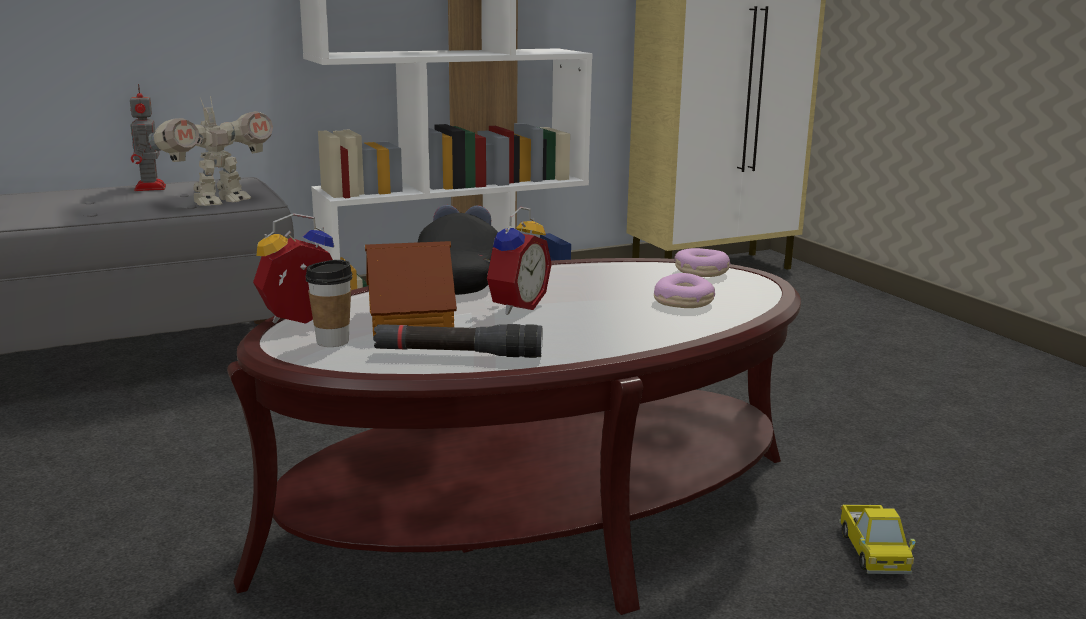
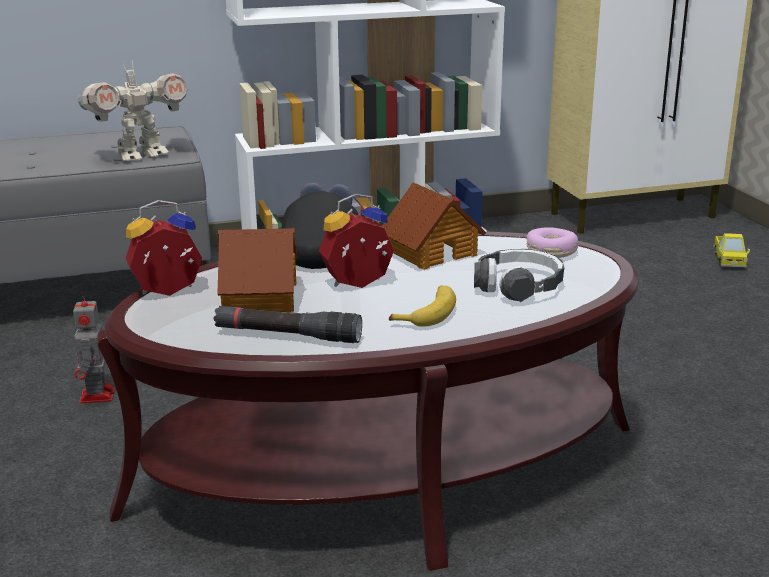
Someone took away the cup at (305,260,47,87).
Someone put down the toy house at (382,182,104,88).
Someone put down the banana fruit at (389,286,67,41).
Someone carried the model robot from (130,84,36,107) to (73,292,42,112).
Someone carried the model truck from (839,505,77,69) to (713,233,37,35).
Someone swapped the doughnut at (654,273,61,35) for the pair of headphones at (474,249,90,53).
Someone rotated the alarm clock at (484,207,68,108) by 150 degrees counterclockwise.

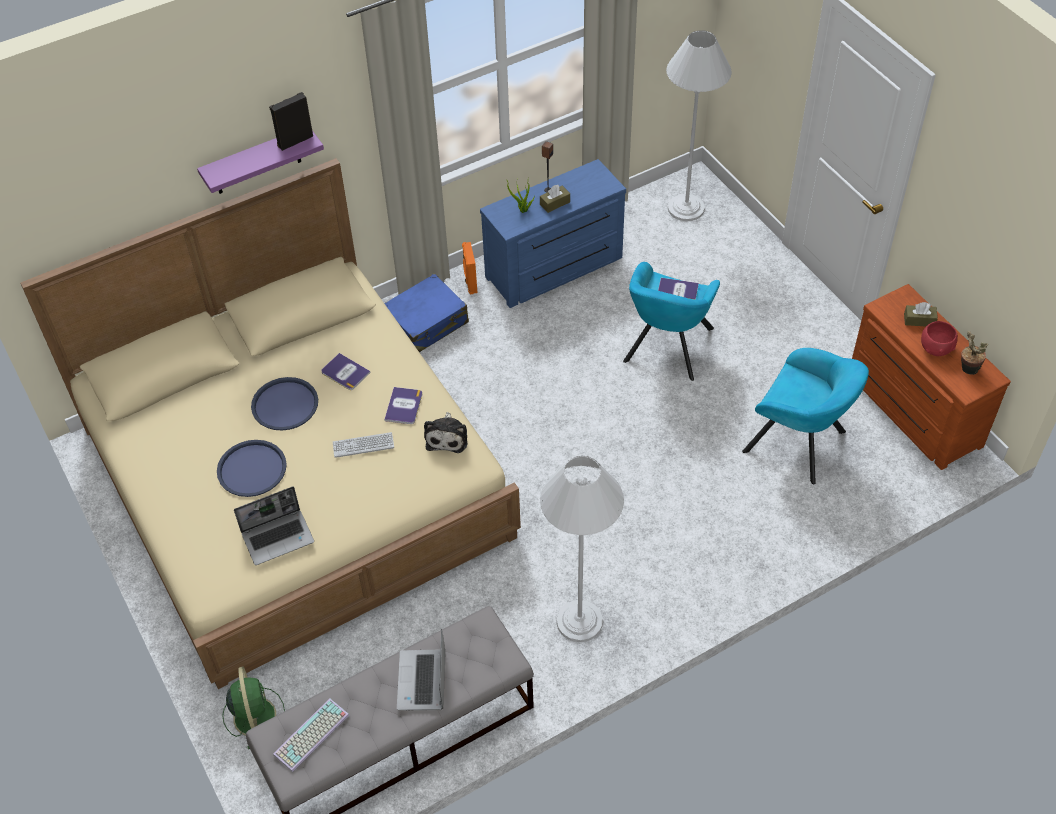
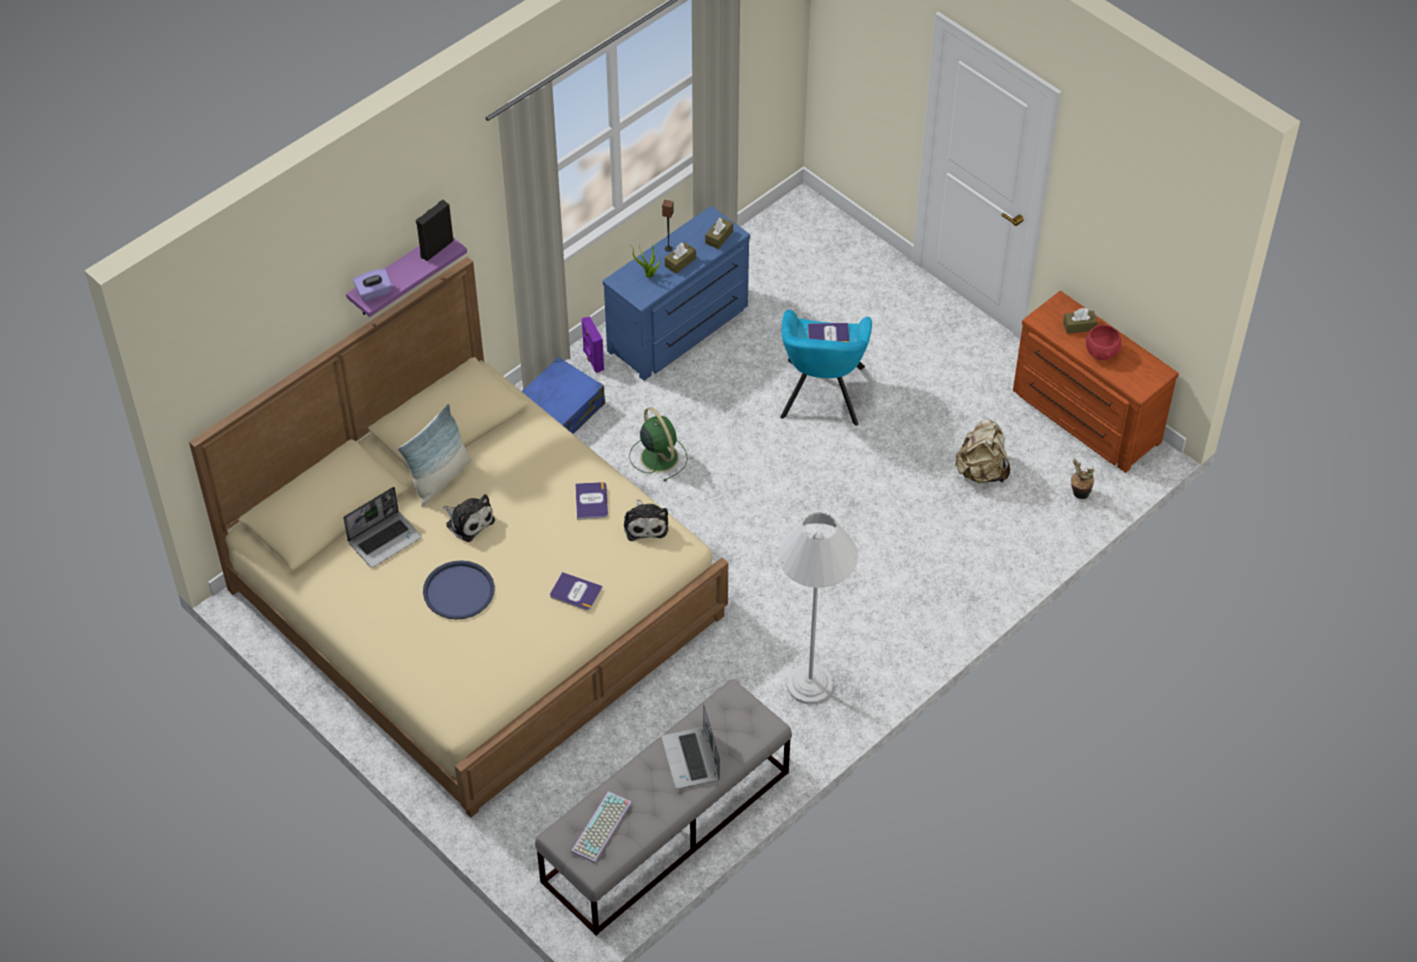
Someone took away the computer keyboard at (333,432,61,26).
Someone took away the floor lamp (white) at (666,30,66,191).
Someone put down the box of tissues (purple) at (353,269,39,33).
Someone put down the cushion at (398,404,75,103).
Someone put down the box of tissues (brown) at (705,217,28,32).
Someone carried the electric fan (green) from (222,667,63,82) to (629,407,59,75).
Someone carried the notebook computer from (234,486,80,79) to (343,487,79,81).
Someone carried the bound book from (321,353,50,37) to (550,572,53,39).
Someone carried the houseplant from (961,331,27,44) to (1071,459,23,40).
Someone swapped the tray (blue) at (251,377,67,54) for the cuddly toy at (443,494,52,48).
Someone swapped the lounge chair (blue-green) at (742,348,127,136) for the backpack (beige-coloured) at (954,419,56,64).
Someone repainted the loudspeaker (orangey) at (462,242,15,53), which became the loudspeaker (purple) at (581,316,23,57).

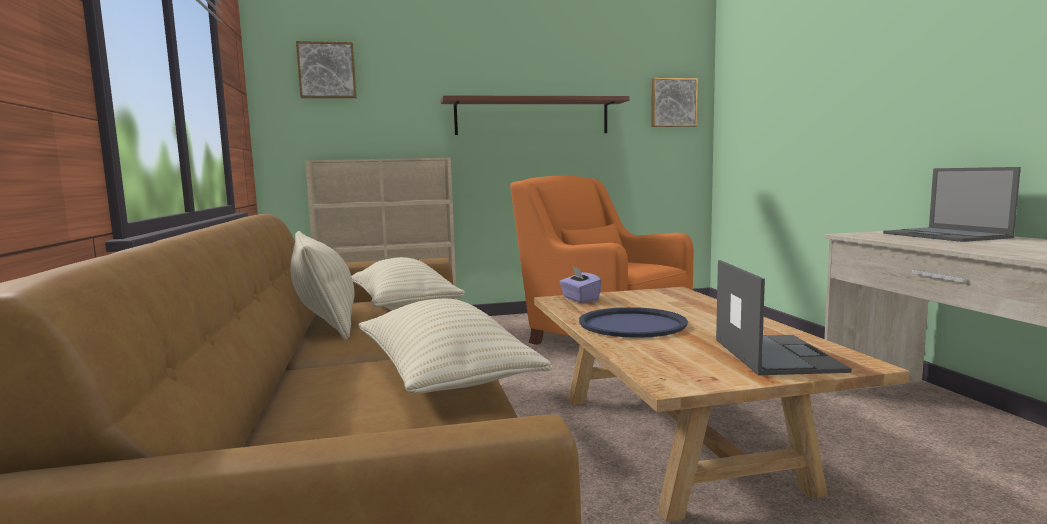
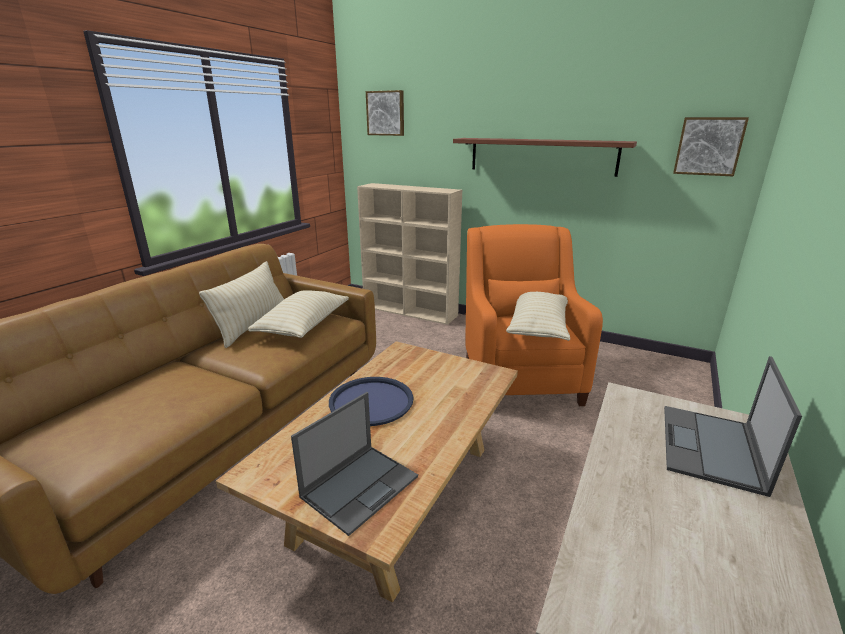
Someone took away the box of tissues (purple) at (559,266,43,37).
Someone carried the cushion (beige-coloured) from (359,299,194,95) to (506,292,64,49).

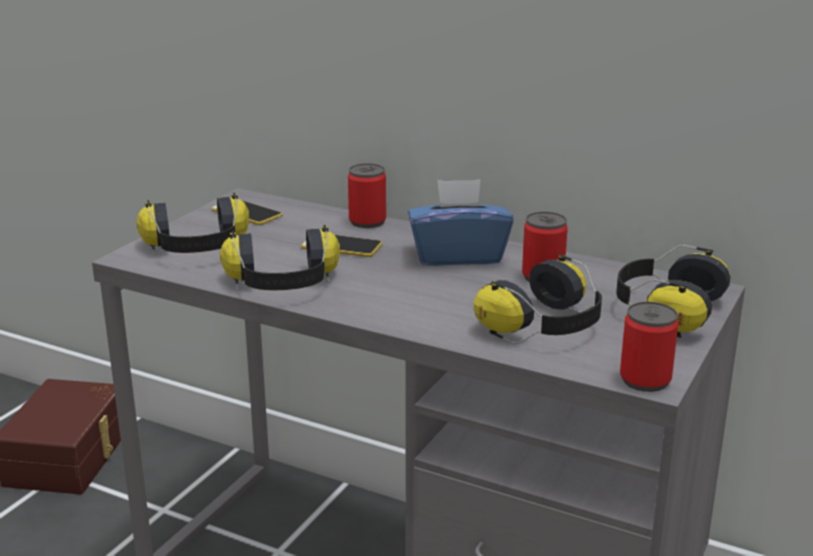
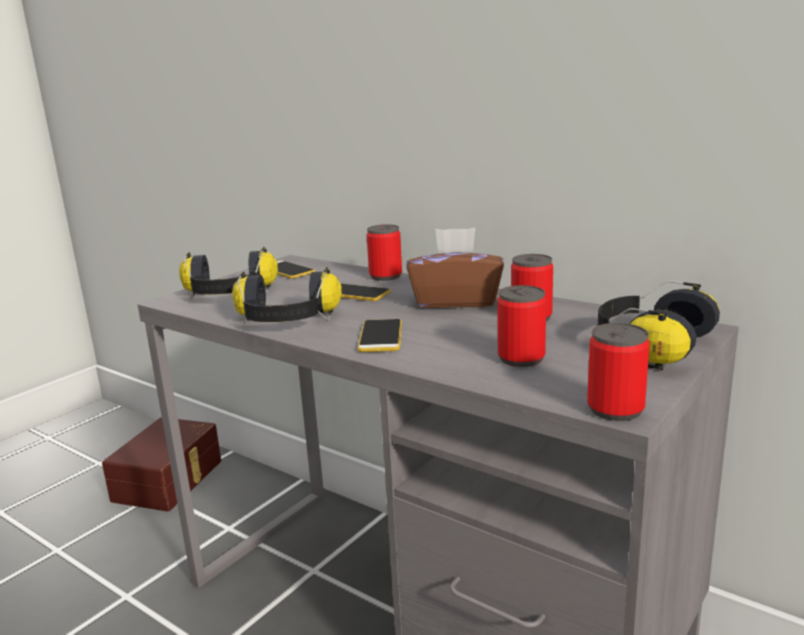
Someone put down the telephone at (357,319,45,33).
Someone swapped the pair of headphones at (474,254,128,90) for the metal can at (497,285,49,82).
Someone repainted the box of tissues (blue) at (408,179,106,87), which became the box of tissues (brown) at (406,228,98,80).

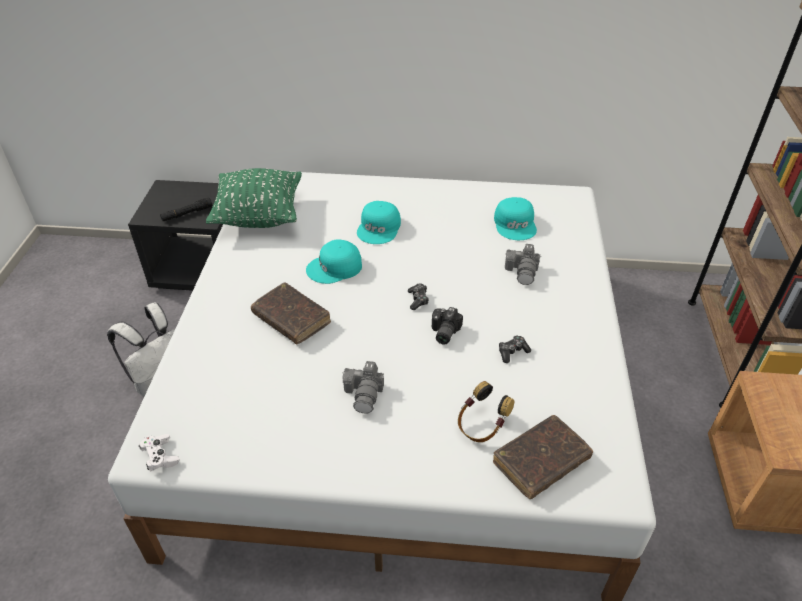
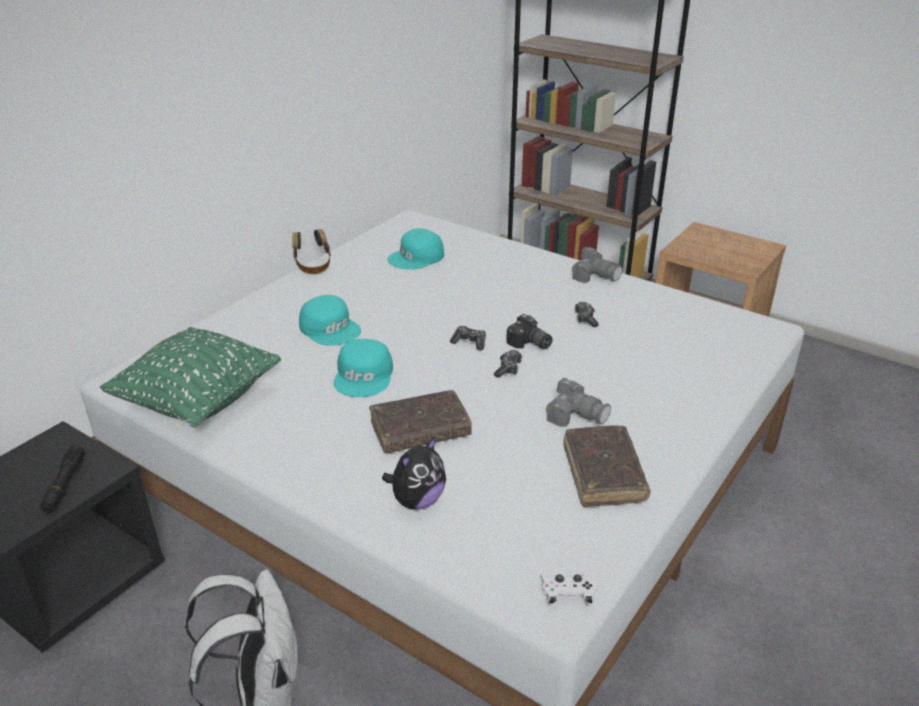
Someone put down the cuddly toy at (382,437,64,73).
Someone put down the game controller at (494,350,28,28).
Someone carried the pair of headphones from (458,381,56,61) to (292,229,39,45).
Someone carried the bound book (brown) from (493,415,100,84) to (563,425,87,82).
Someone carried the photo camera from (505,244,35,41) to (572,247,51,36).
Someone rotated the baseball cap (blue-green) at (494,197,43,43) by 120 degrees clockwise.

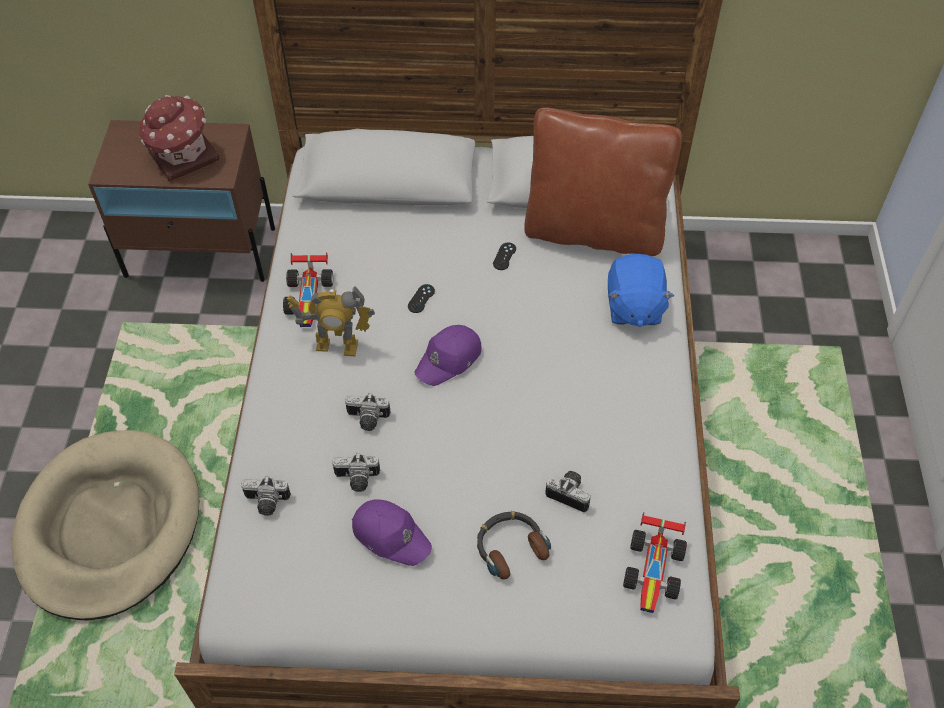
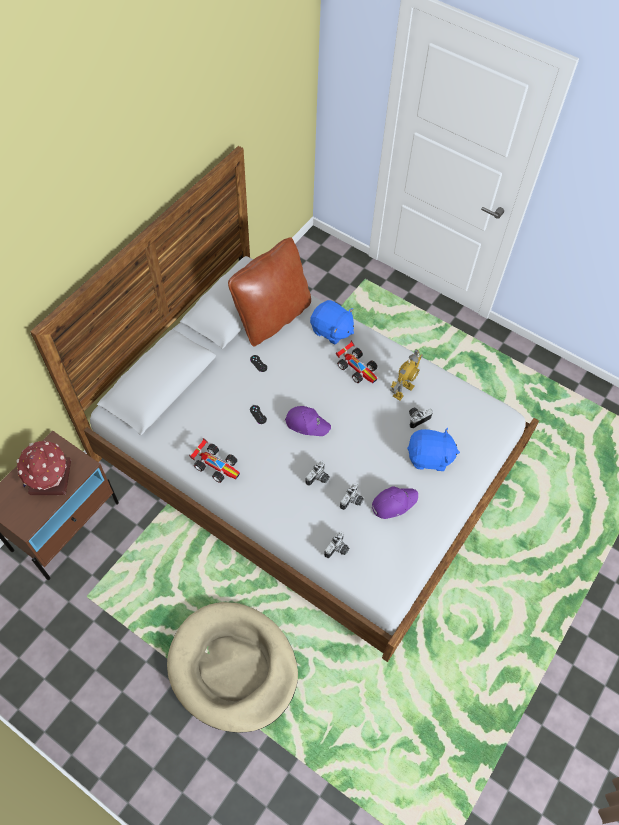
Someone carried the model robot from (287,286,88,70) to (390,349,33,52).
Someone carried the miniature car from (623,512,64,101) to (336,341,42,42).
Someone swapped the pair of headphones at (477,511,74,68) for the cuddly toy (blue) at (407,428,53,43).
Someone rotated the baseball cap (purple) at (414,325,67,61) by 60 degrees counterclockwise.

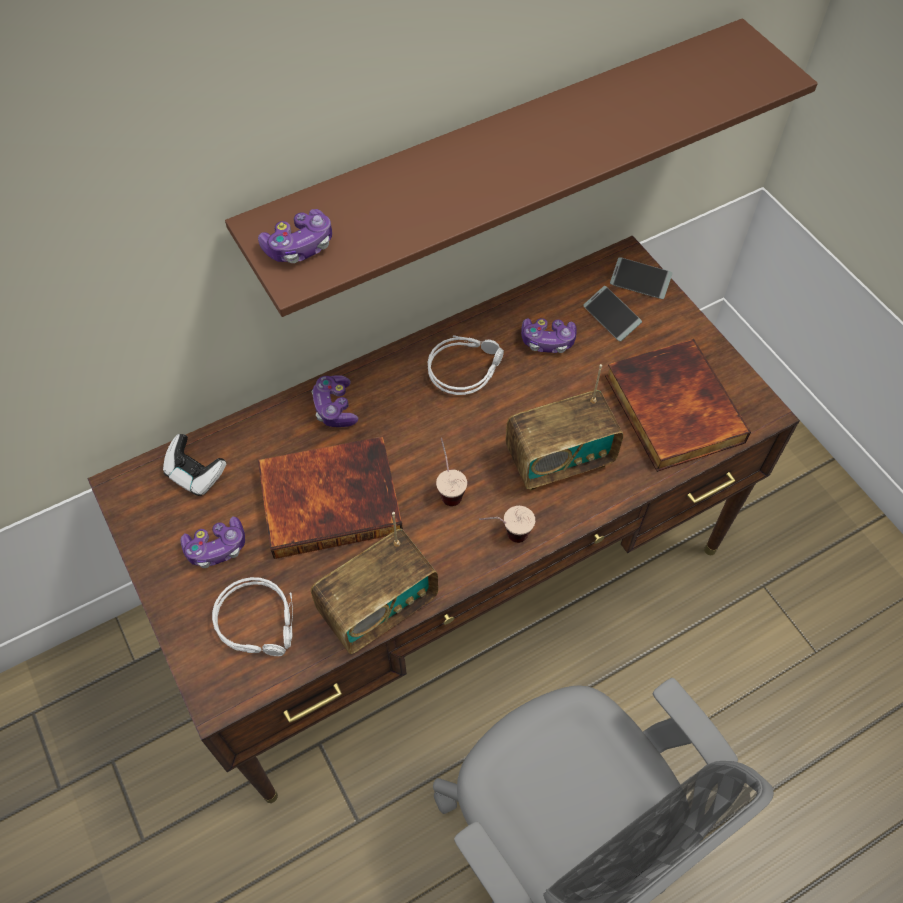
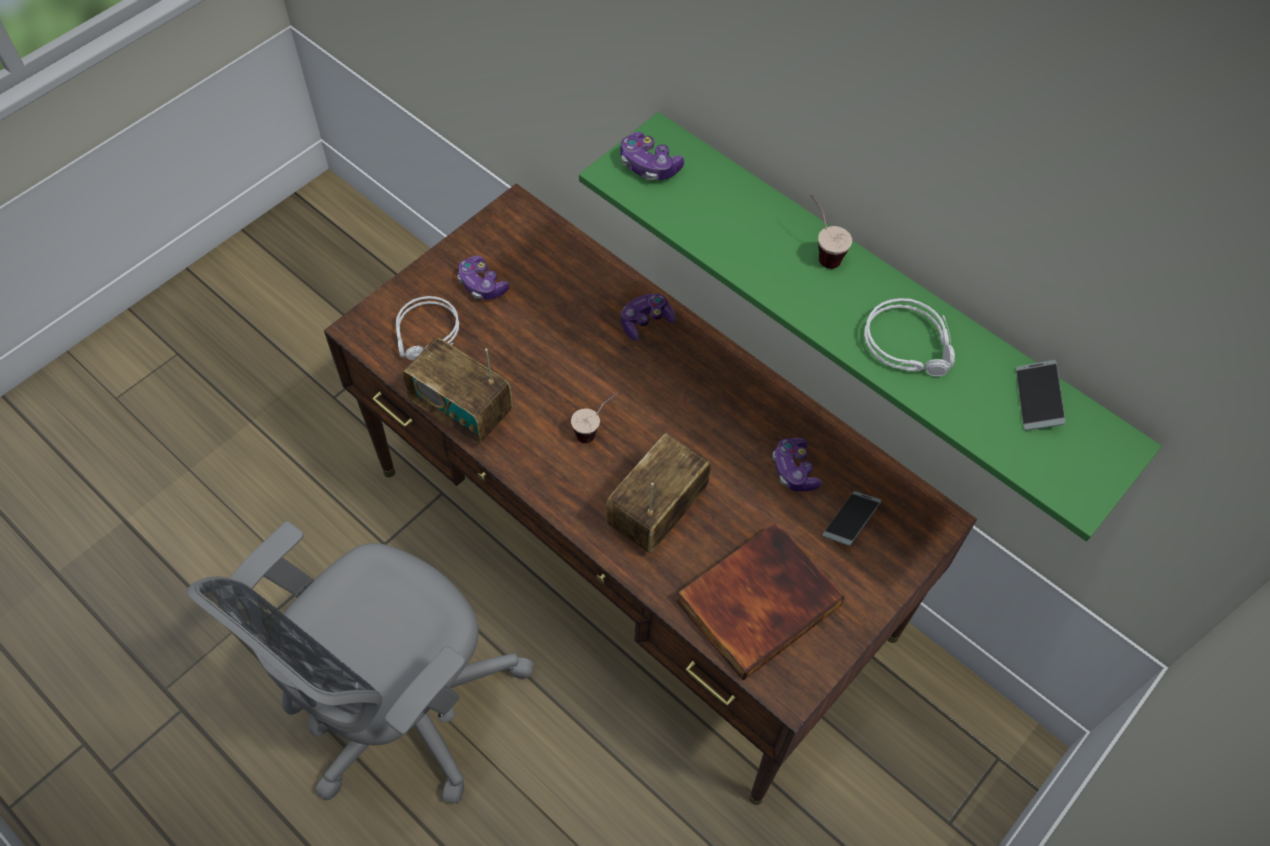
Someone took away the game controller at (163,434,63,62).
Someone took away the bound book at (258,436,145,123).
Someone carried the pair of headphones (gray) from (428,335,76,60) to (864,298,91,79).
Someone carried the cup from (479,506,56,37) to (811,194,41,75).
Someone carried the telephone from (610,257,63,42) to (1016,360,50,71).
Someone repainted the shelf (brown) at (225,18,593,299), which became the shelf (green) at (579,112,583,429).
Someone rotated the radio receiver at (505,364,118,127) by 75 degrees clockwise.

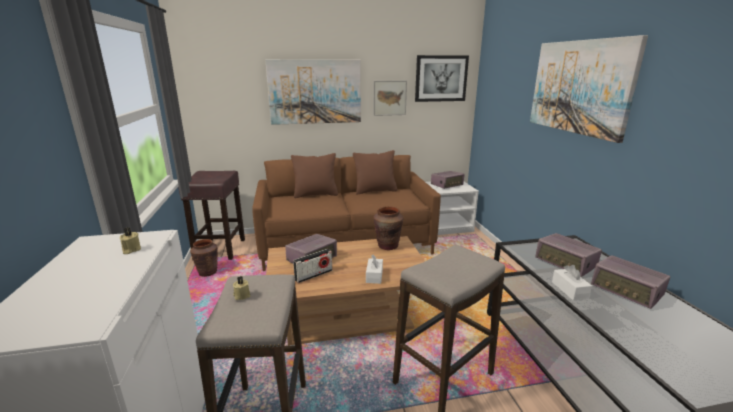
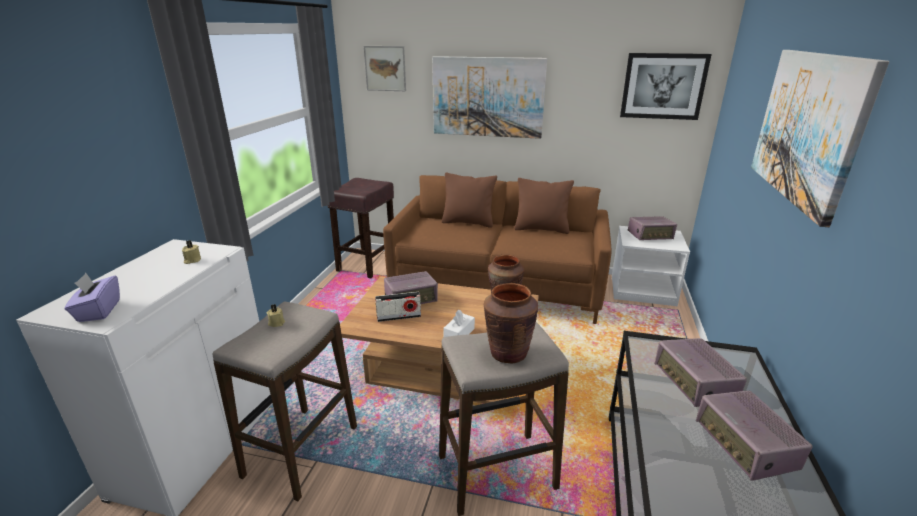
Someone took away the box of tissues (white) at (552,265,40,35).
Someone put down the box of tissues (purple) at (64,273,56,49).
Someone carried the decorative vase (brown) from (190,239,28,38) to (484,283,54,80).
Someone carried the wall art from (374,81,33,35) to (364,46,42,45).

